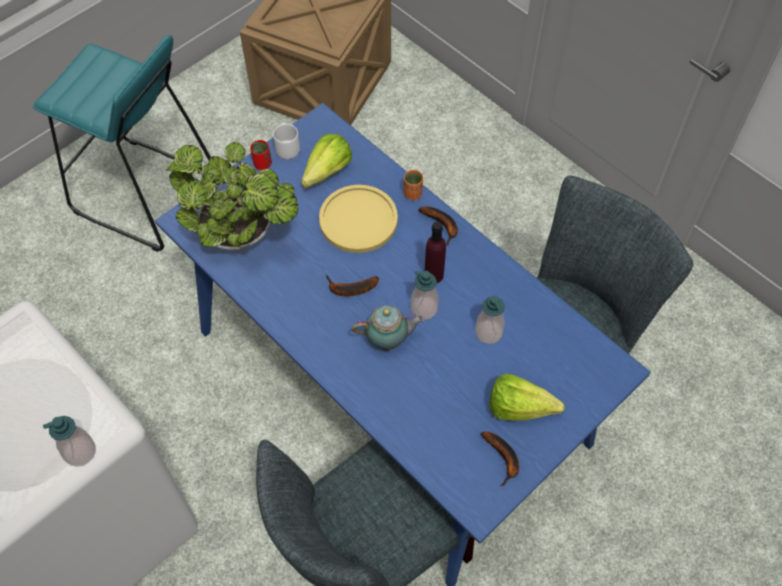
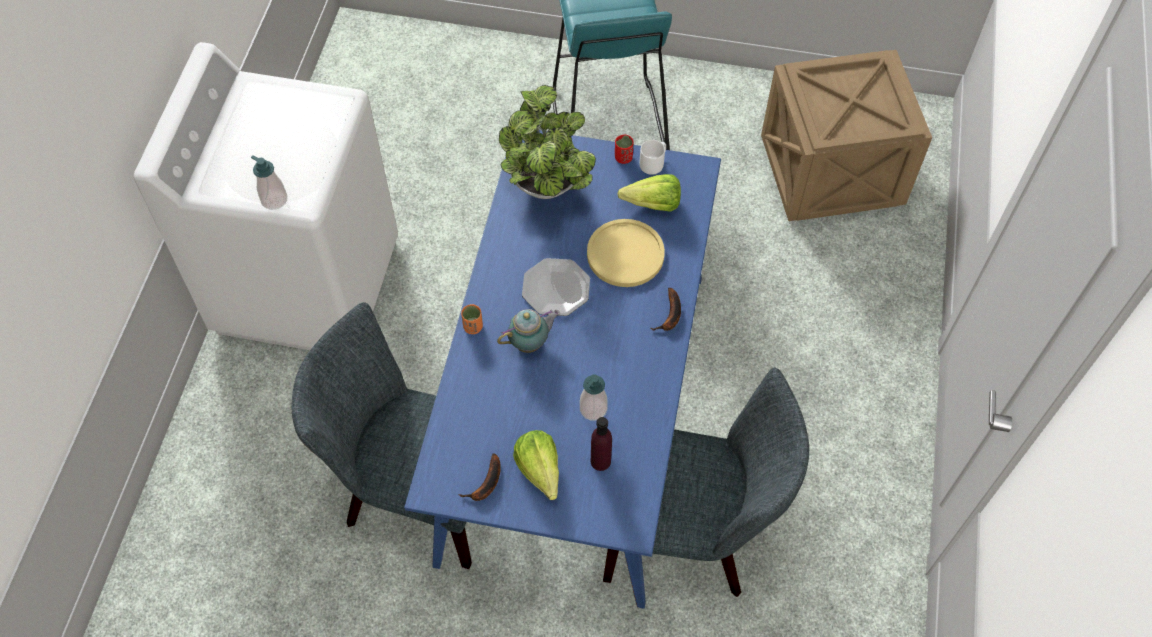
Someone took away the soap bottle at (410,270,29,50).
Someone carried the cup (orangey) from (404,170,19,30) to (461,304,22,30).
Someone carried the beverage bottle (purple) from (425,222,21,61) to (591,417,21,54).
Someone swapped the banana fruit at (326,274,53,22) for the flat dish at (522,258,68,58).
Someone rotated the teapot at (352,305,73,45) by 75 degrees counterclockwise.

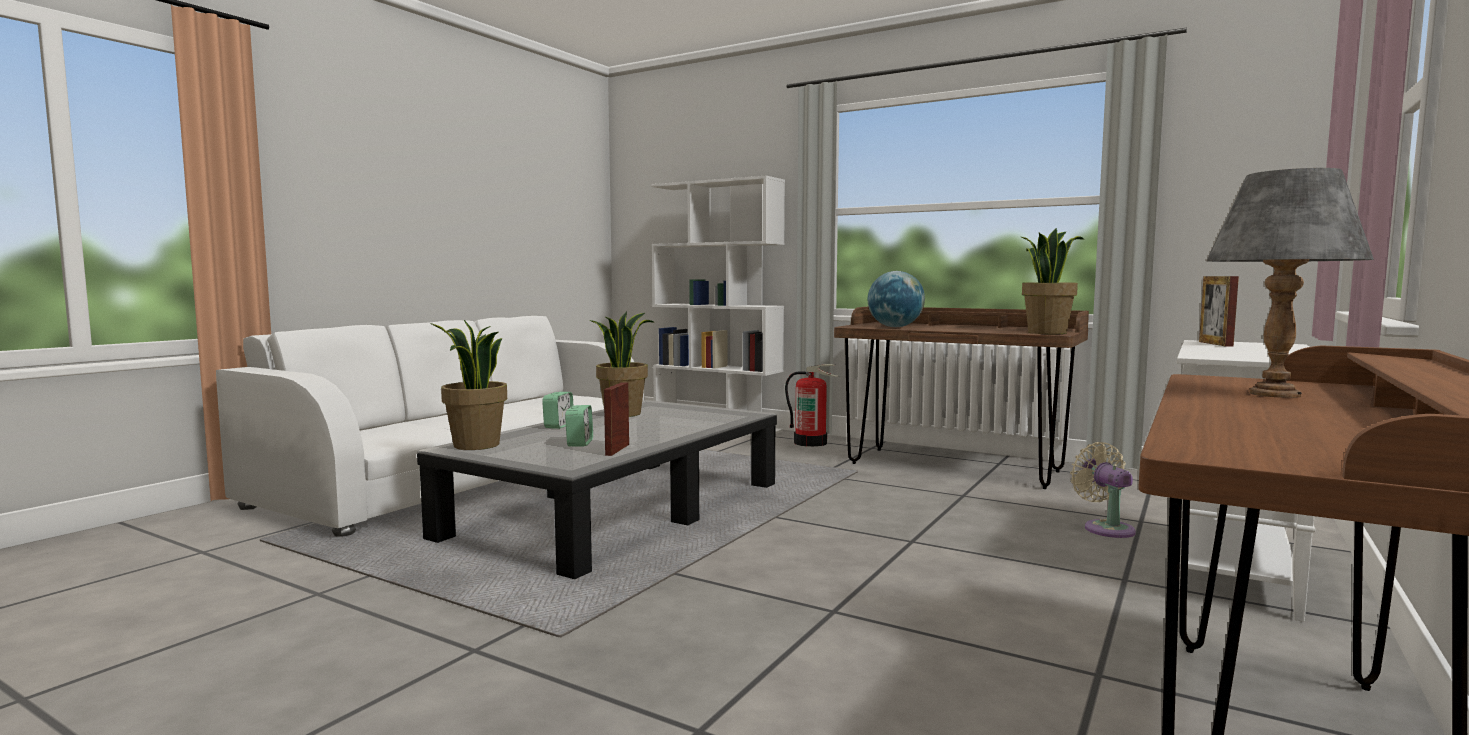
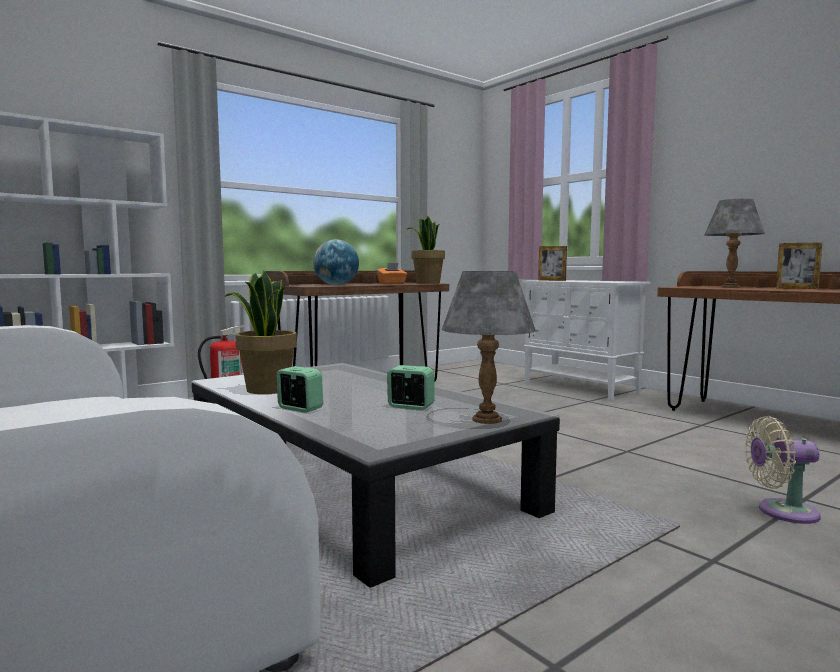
Someone took away the houseplant at (430,320,77,130).
Someone put down the box of tissues (orangey) at (377,263,30,21).
Someone put down the tabletop lamp (gray) at (442,271,94,153).
Someone carried the standing frame from (604,382,25,74) to (776,242,46,47).
Someone carried the electric fan (beige-coloured) from (1070,442,66,96) to (745,416,76,108).

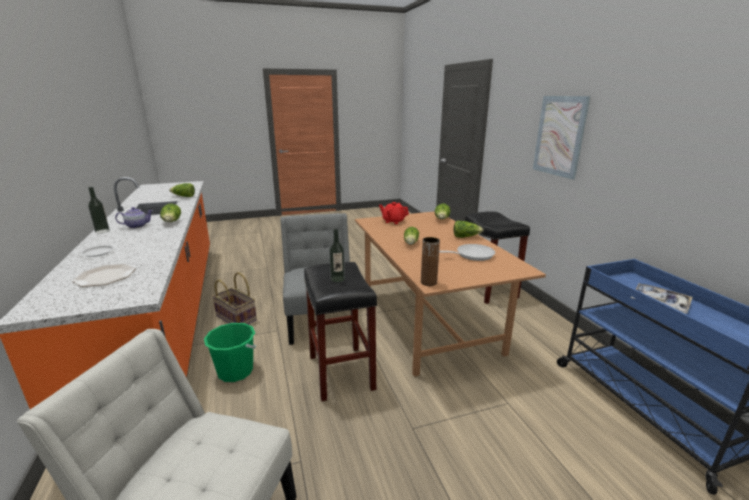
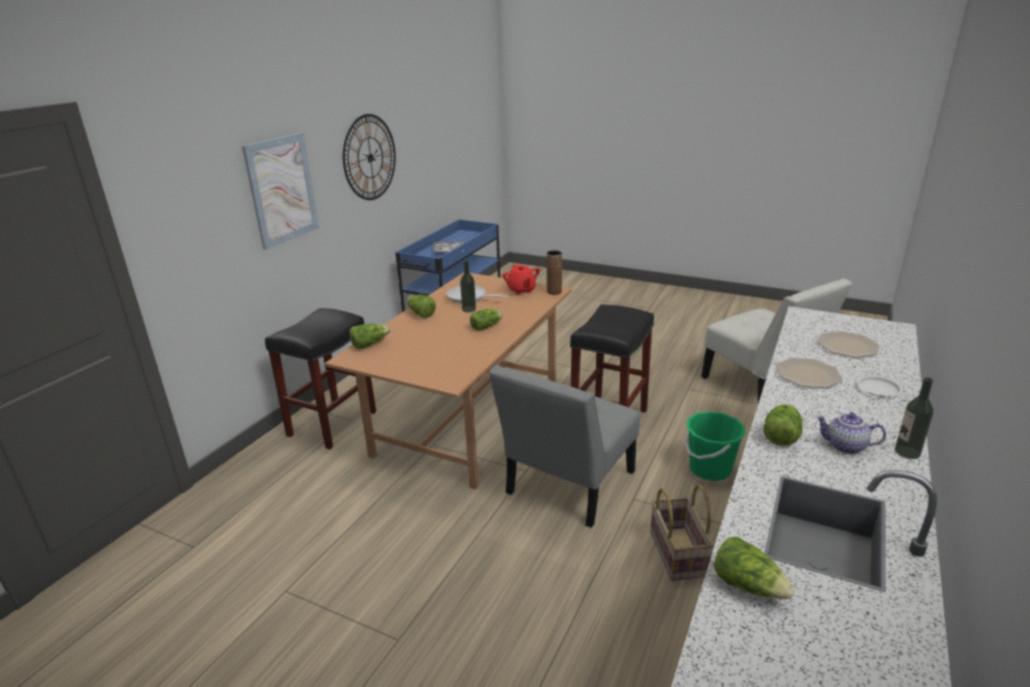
Someone put up the hanging clock at (343,114,53,86).
Someone put down the flat dish at (776,358,67,30).
Someone carried the beverage bottle from (329,229,16,53) to (460,260,16,52).
Someone carried the teapot (red) from (379,202,30,22) to (502,264,38,31).

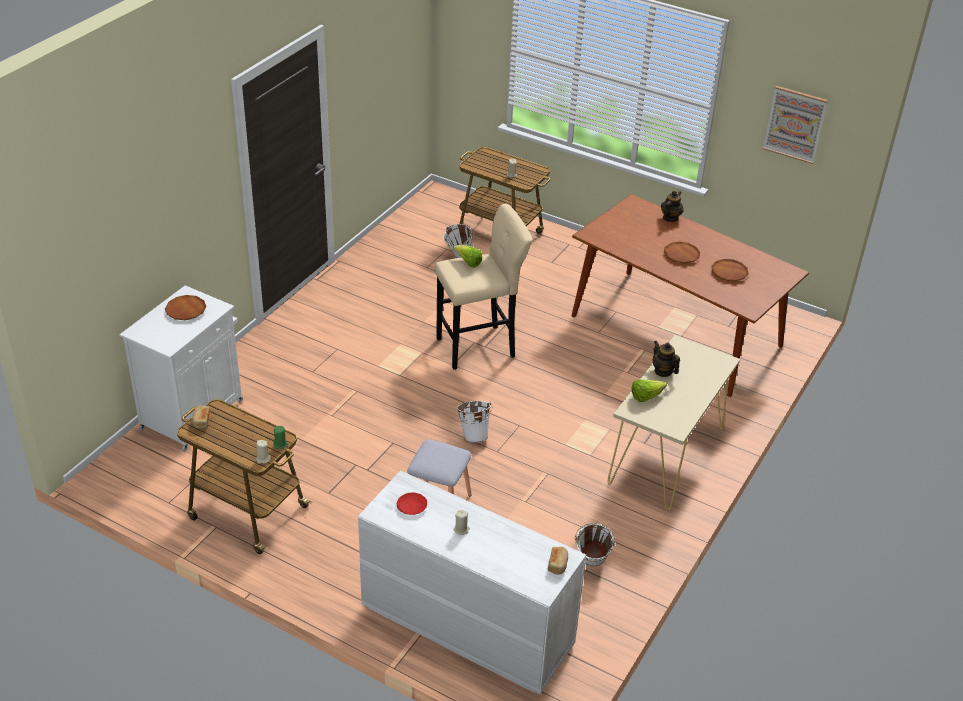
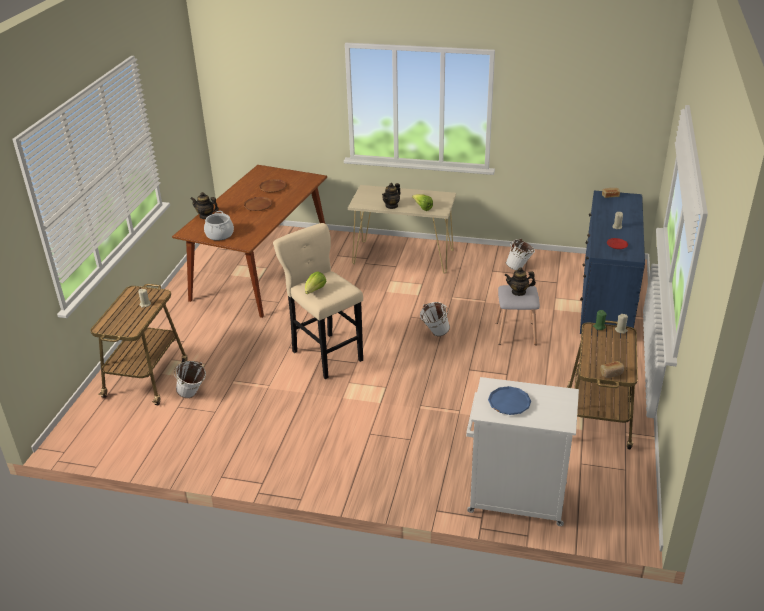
Someone took away the wall art at (763,86,65,78).
Someone put down the saucepot at (204,211,30,30).
Someone put down the teapot at (505,268,31,28).
Someone repainted the flat dish (brown) at (165,295,42,25), which became the flat dish (blue) at (488,386,43,29).
Someone repainted the drawer chest (white) at (358,470,228,225), which became the drawer chest (blue) at (580,191,65,149).

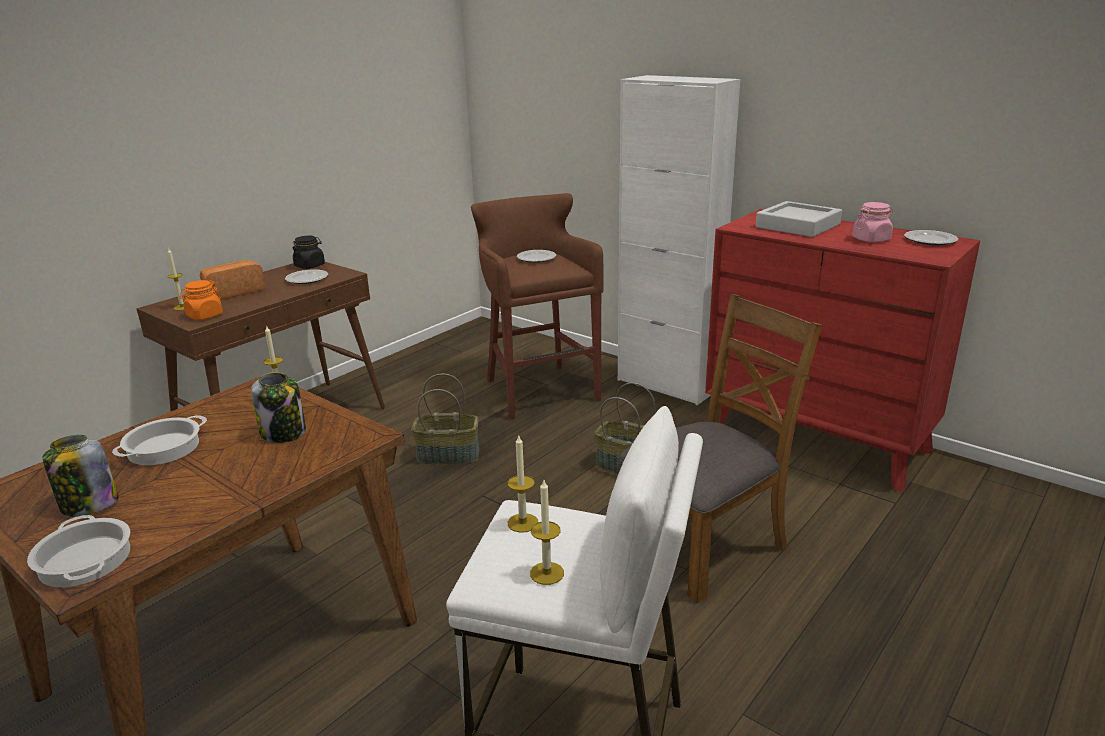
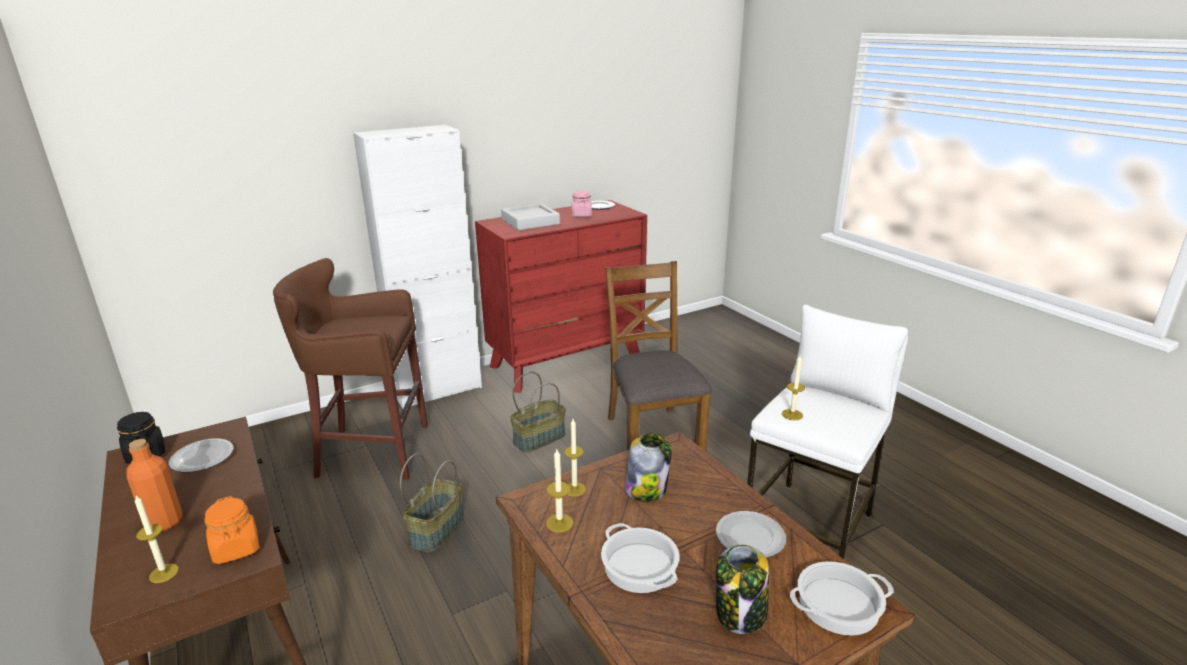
Someone carried the flat dish from (517,250,39,13) to (716,511,70,47).
Someone carried the wax light from (530,480,34,105) to (546,449,27,84).
Someone swapped the bakery bread at (199,260,66,40) for the beverage bottle (orangey) at (126,439,57,93).

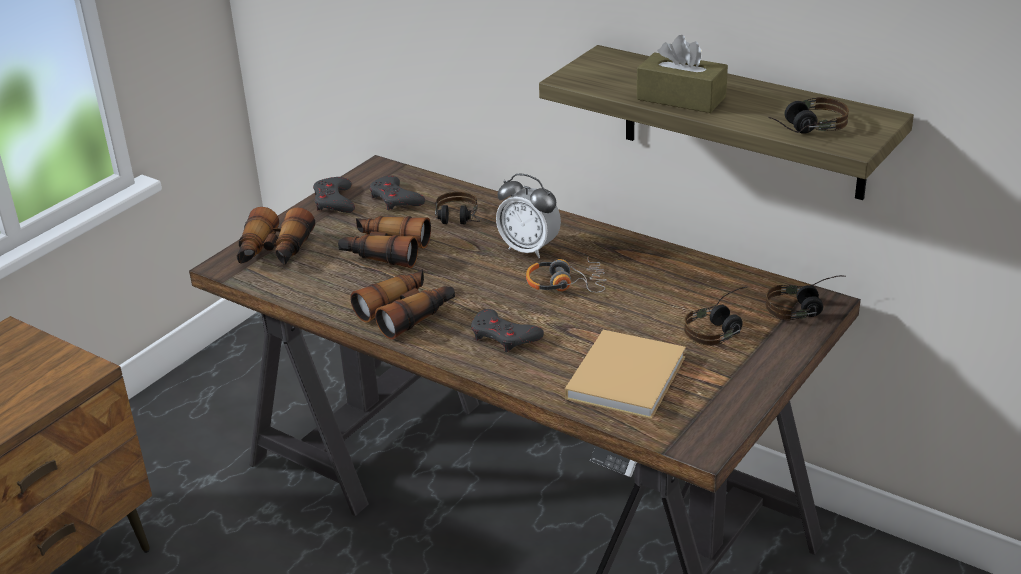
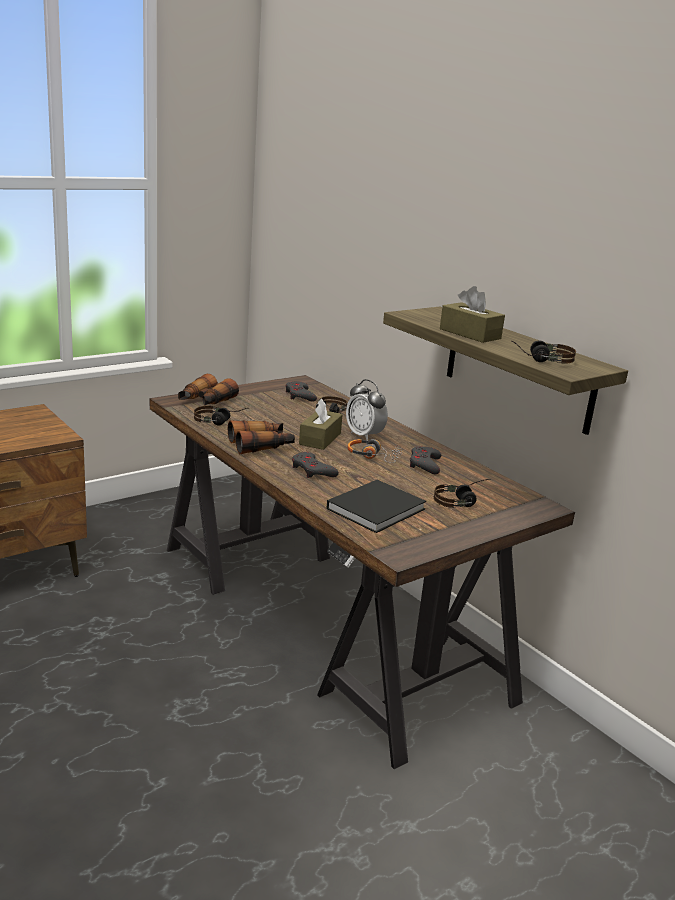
Someone took away the binoculars at (338,216,93,52).
Someone put down the box of tissues (brown) at (299,398,44,52).
Someone carried the game controller (gray) from (313,177,42,36) to (410,447,31,27).
Someone carried the pair of headphones from (766,275,80,45) to (194,405,56,21).
Someone repainted the bound book (beige-coloured) at (565,330,121,89), which became the bound book (black-coloured) at (326,480,100,53).

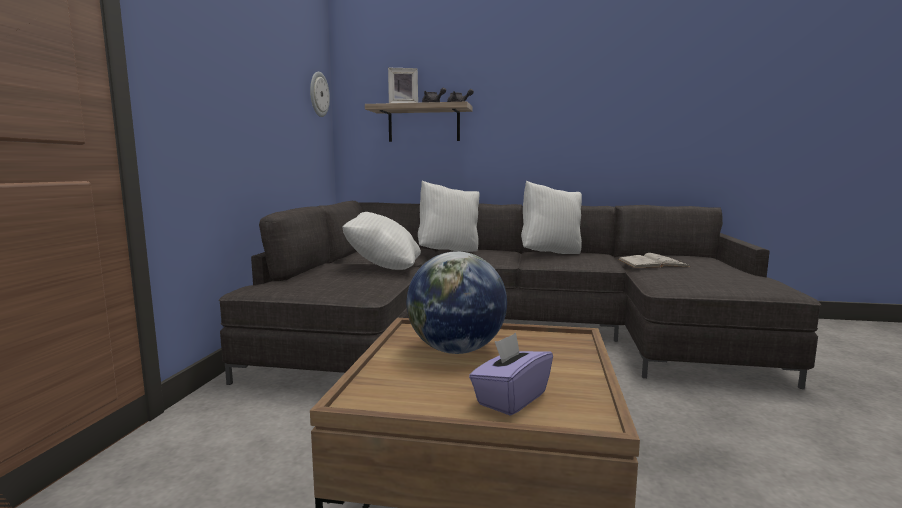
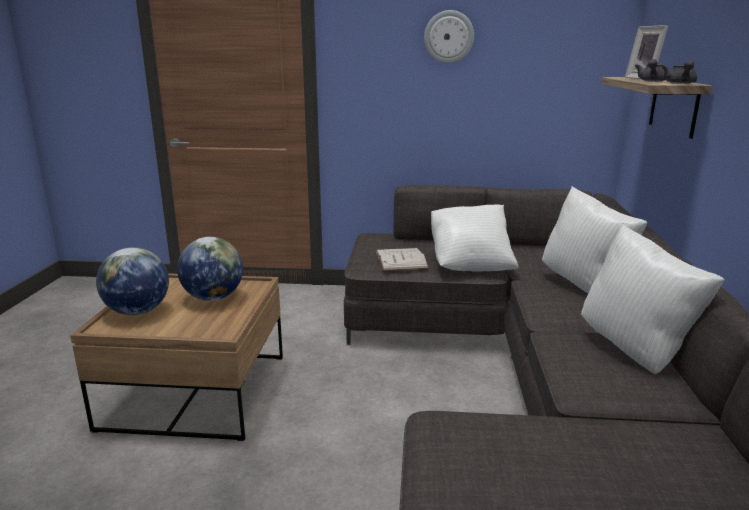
Someone carried the hanging clock from (310,72,20,45) to (424,10,50,53).
Someone carried the bound book (white) from (618,253,72,15) to (376,248,53,23).
Someone swapped the box of tissues (purple) at (469,333,84,83) for the globe at (96,247,73,68).

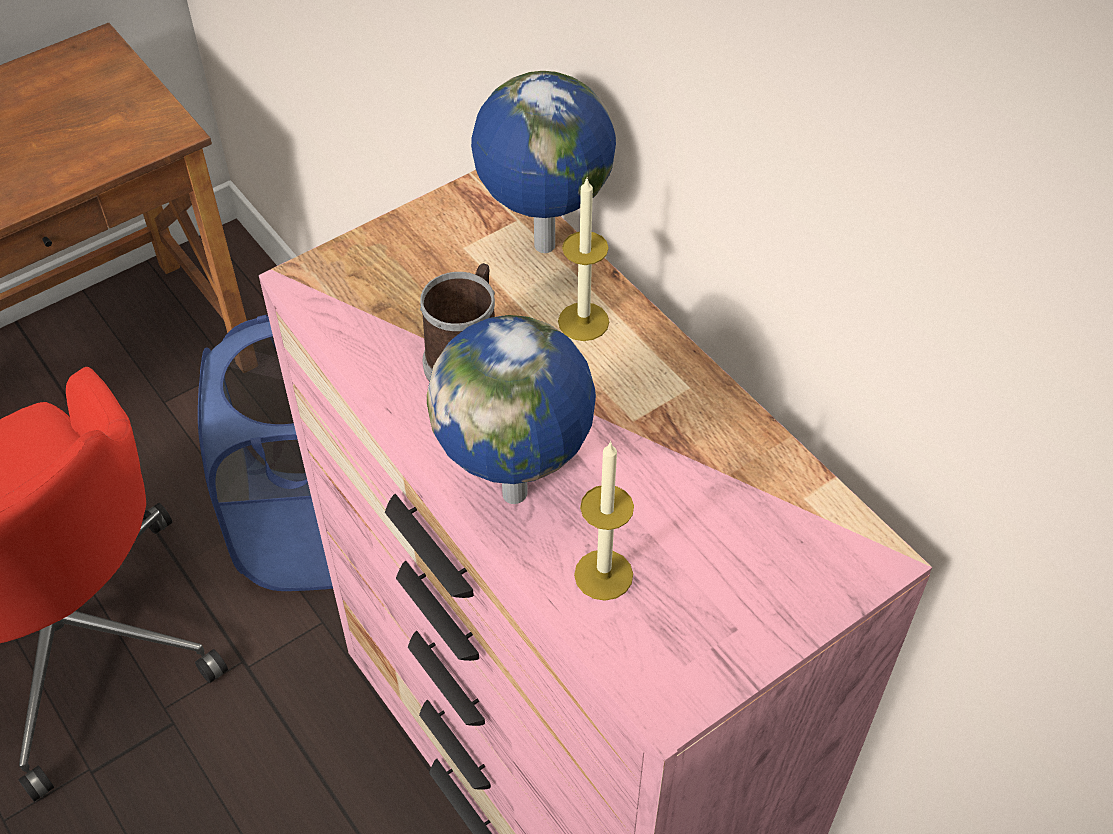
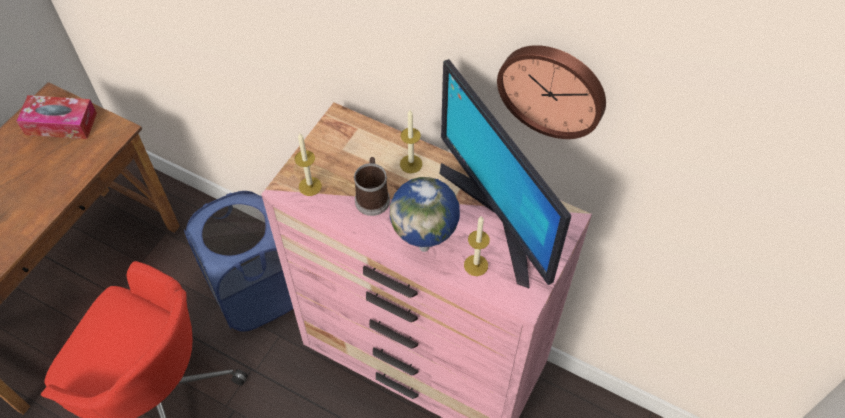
Someone took away the globe at (471,71,145,182).
Someone put down the box of tissues at (16,95,81,44).
Someone put down the wax light at (295,133,27,63).
Someone put down the computer screen at (440,59,131,229).
Someone put up the hanging clock at (497,45,109,94).

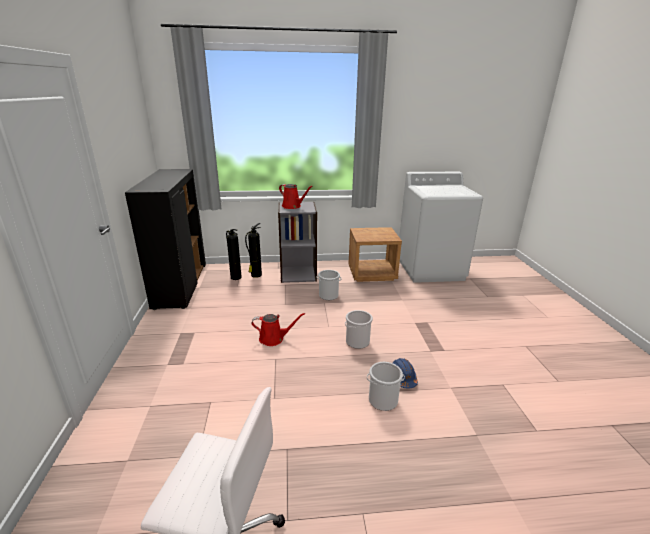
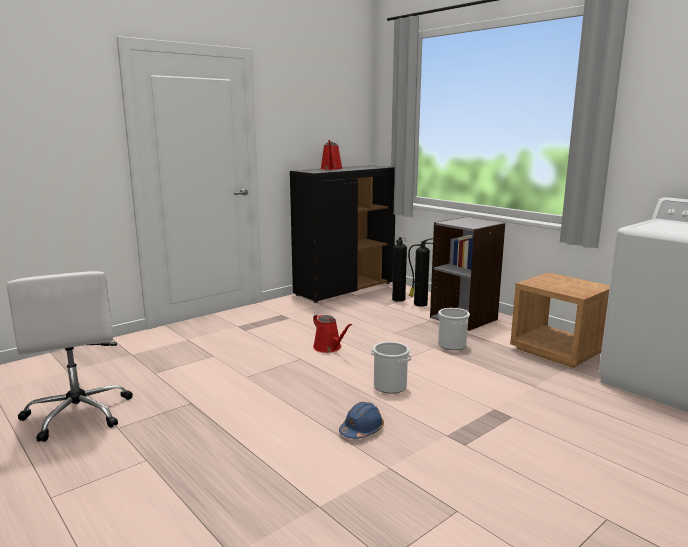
Someone took away the pail at (367,362,38,49).
Someone carried the watering pot (red) from (279,184,34,25) to (320,140,23,30).

